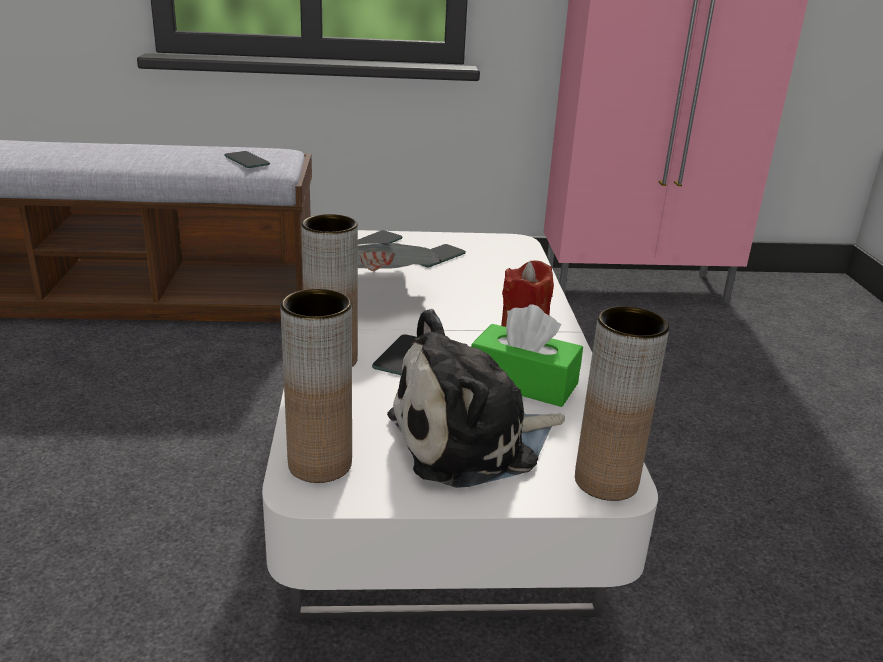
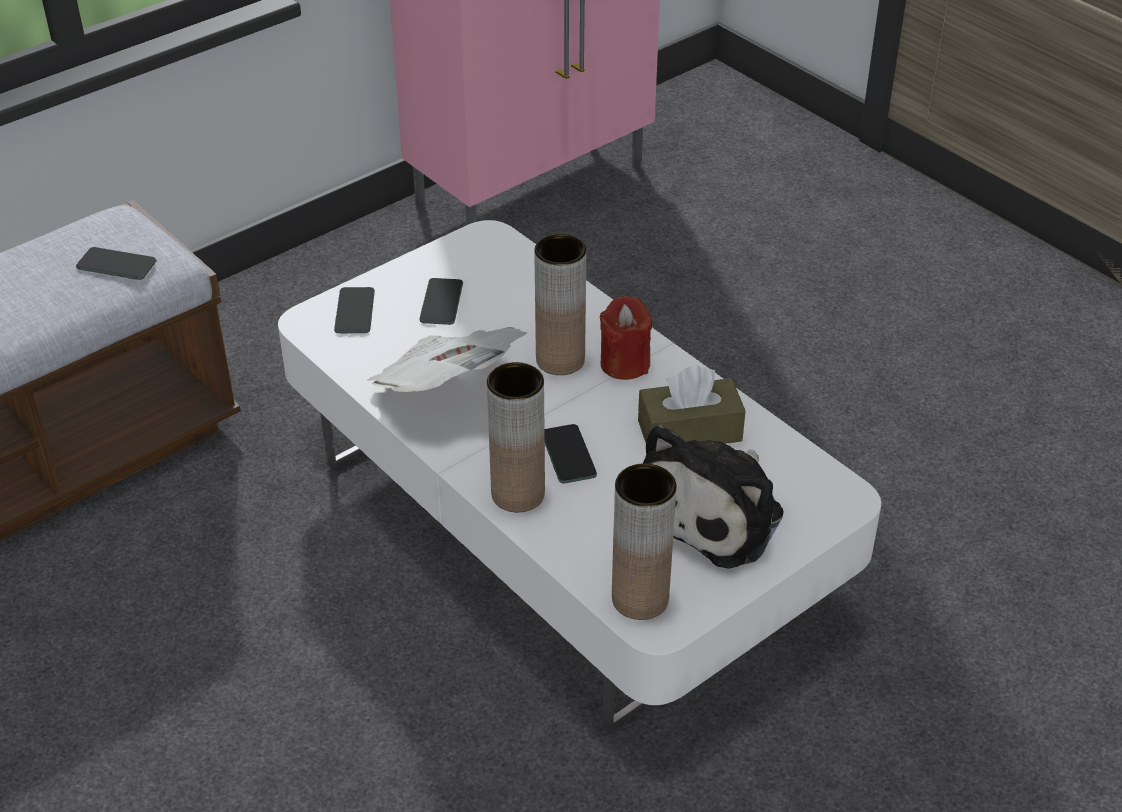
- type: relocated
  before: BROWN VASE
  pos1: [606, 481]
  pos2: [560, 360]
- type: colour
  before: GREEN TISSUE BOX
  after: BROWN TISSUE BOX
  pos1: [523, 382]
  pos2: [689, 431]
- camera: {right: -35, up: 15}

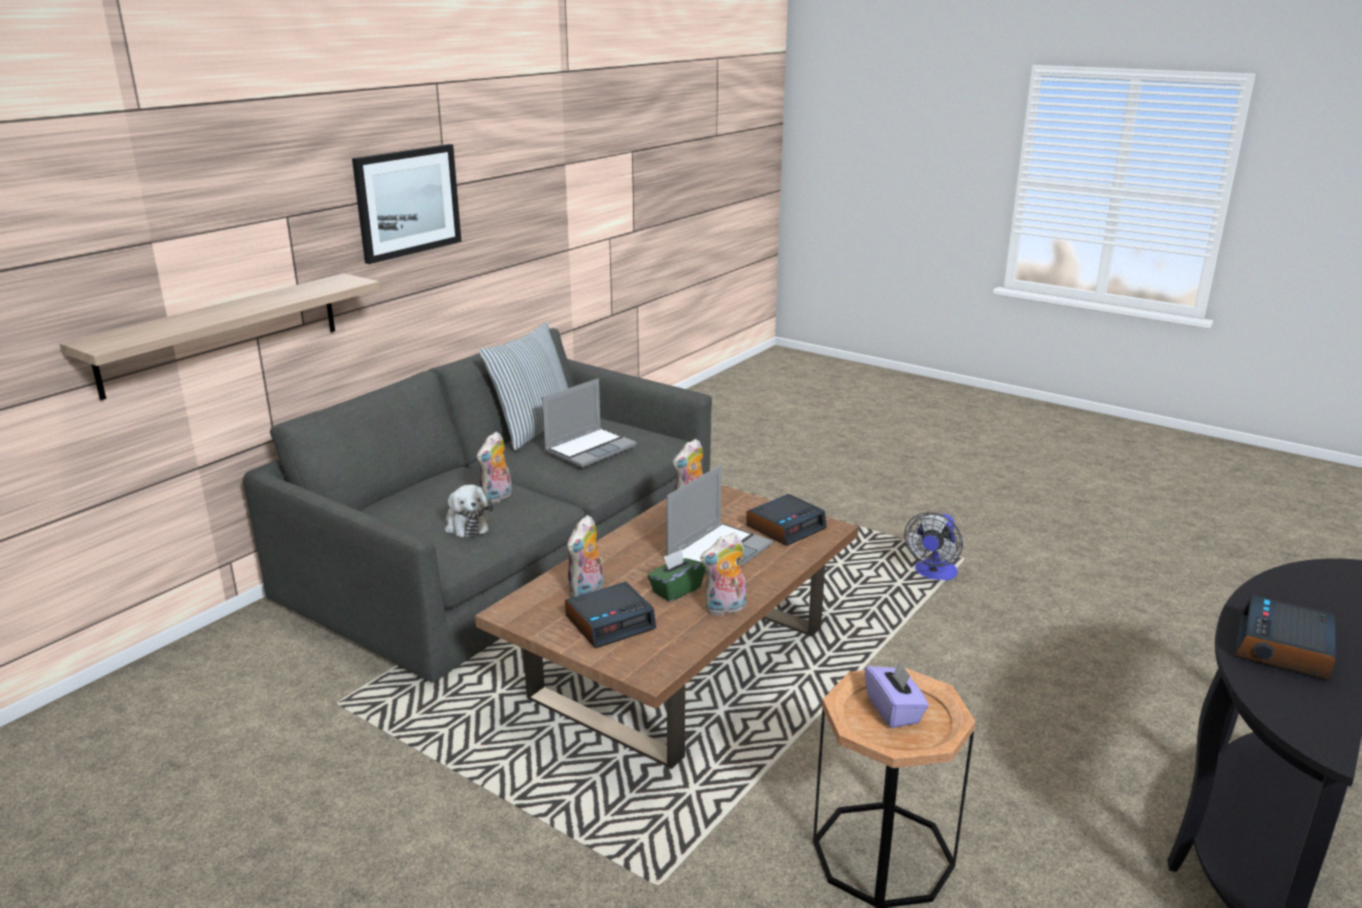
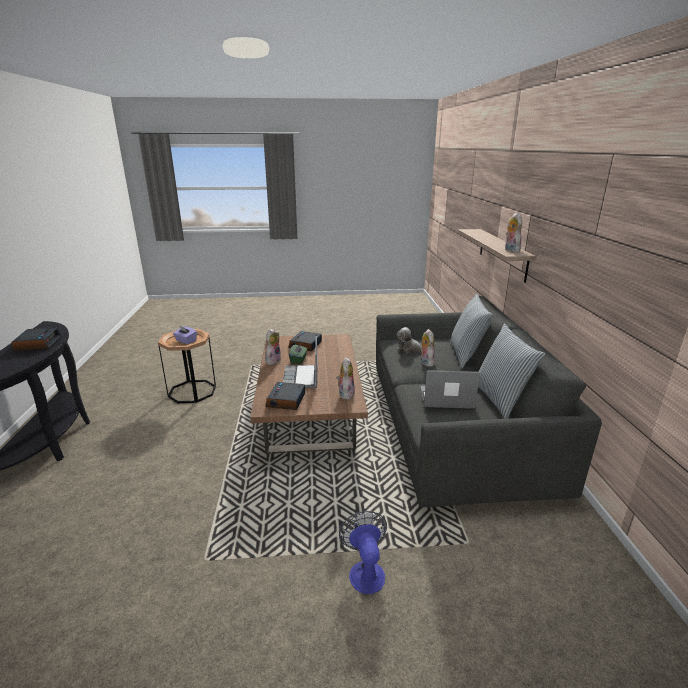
- type: relocated
  before: ELECTRIC FAN
  pos1: [933, 574]
  pos2: [365, 570]
- type: spun
  before: LAPTOP
  pos1: [590, 449]
  pos2: [446, 399]
  turn: 90
- type: appeared
  after: THROW PILLOW
  pos2: [466, 355]
- type: relocated
  before: SOFT TOY
  pos1: [587, 591]
  pos2: [510, 250]
- type: missing
  before: PICTURE
  pos1: [407, 202]
- camera: {right: 140, up: 0}

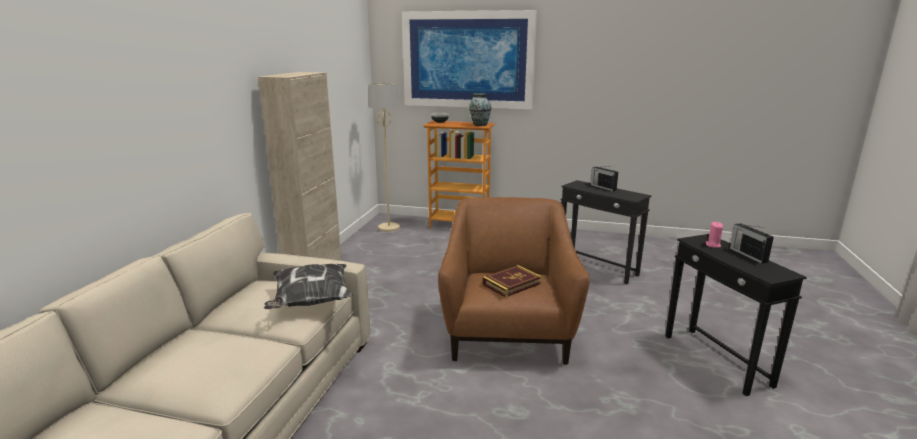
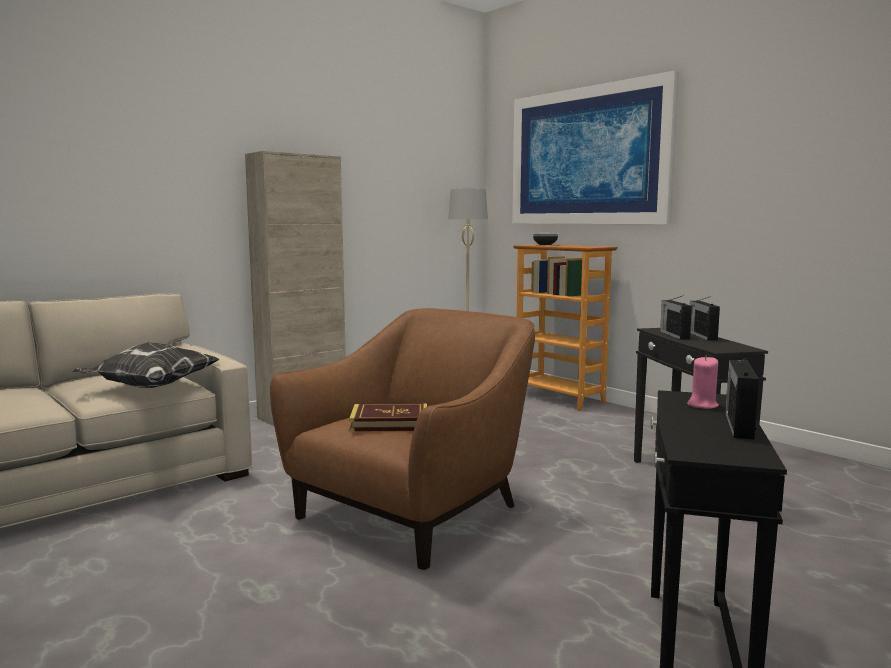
- type: appeared
  after: RADIO SET
  pos2: [674, 335]
- type: missing
  before: VASE
  pos1: [479, 125]
- camera: {right: 35, up: -10}

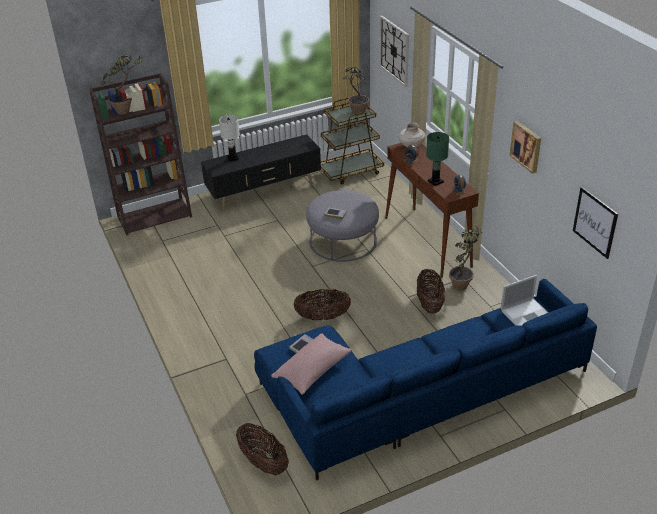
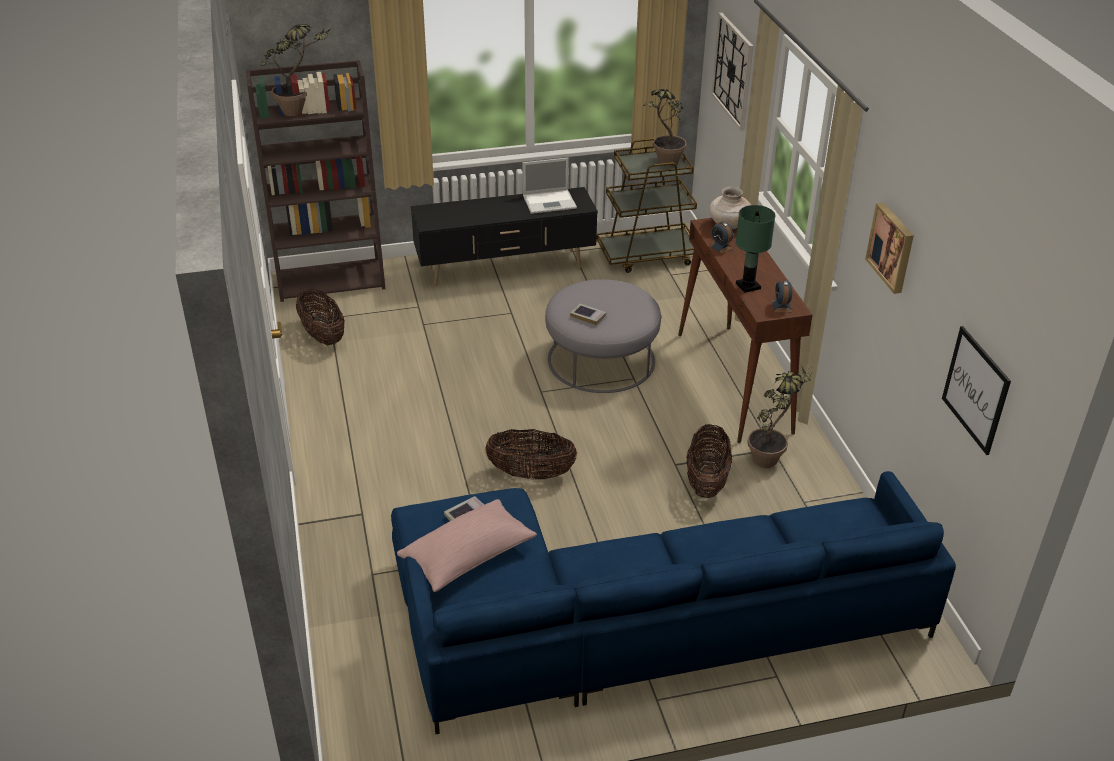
- type: relocated
  before: HOUSEHOLD BASKET
  pos1: [263, 462]
  pos2: [323, 335]
- type: relocated
  before: LAPTOP
  pos1: [526, 313]
  pos2: [550, 202]
- type: missing
  before: WHITISH TABLETOP LAMP
  pos1: [233, 158]
- camera: {right: 10, up: 0}

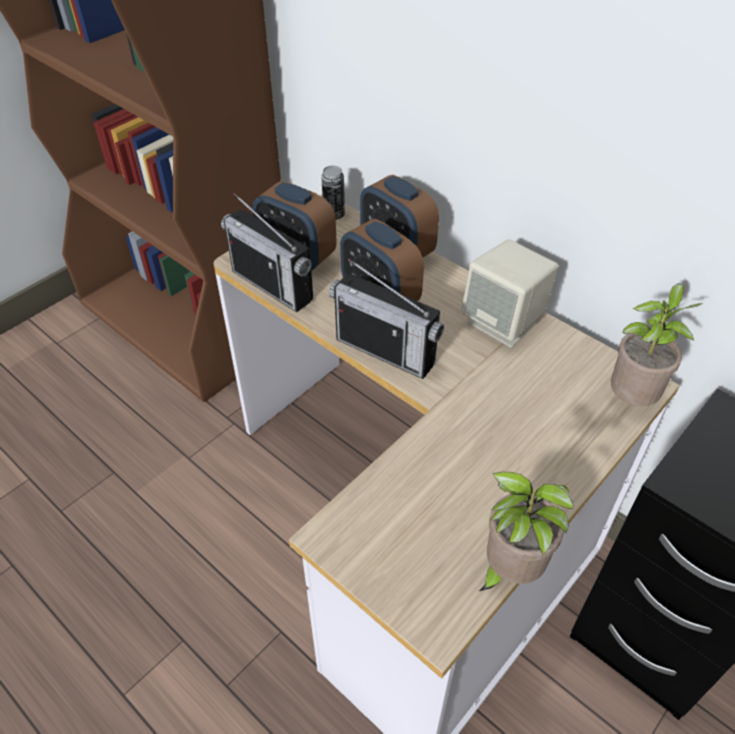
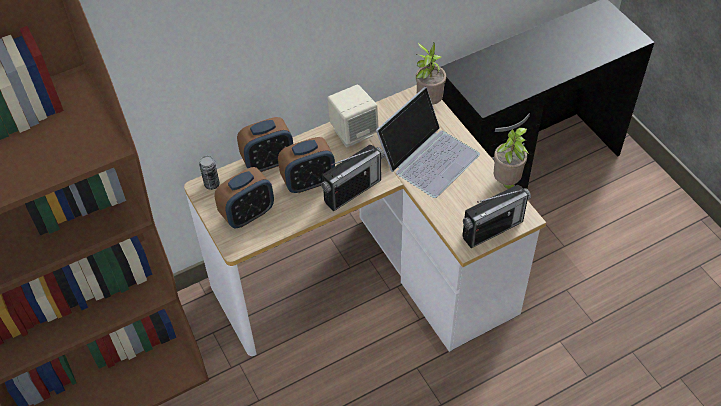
- type: appeared
  after: LAPTOP
  pos2: [428, 156]
- type: relocated
  before: RADIO SET
  pos1: [272, 285]
  pos2: [492, 229]
- camera: {right: -70, up: 5}

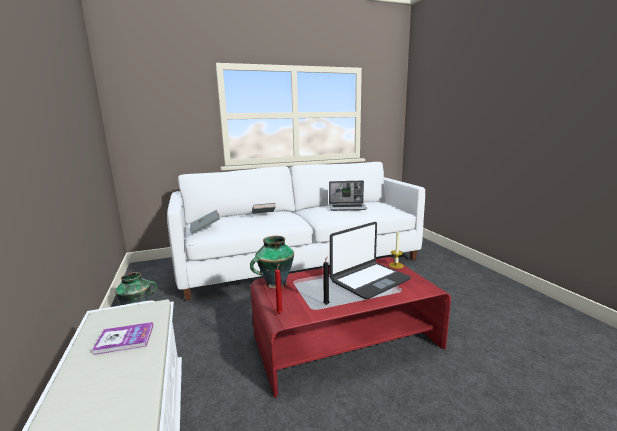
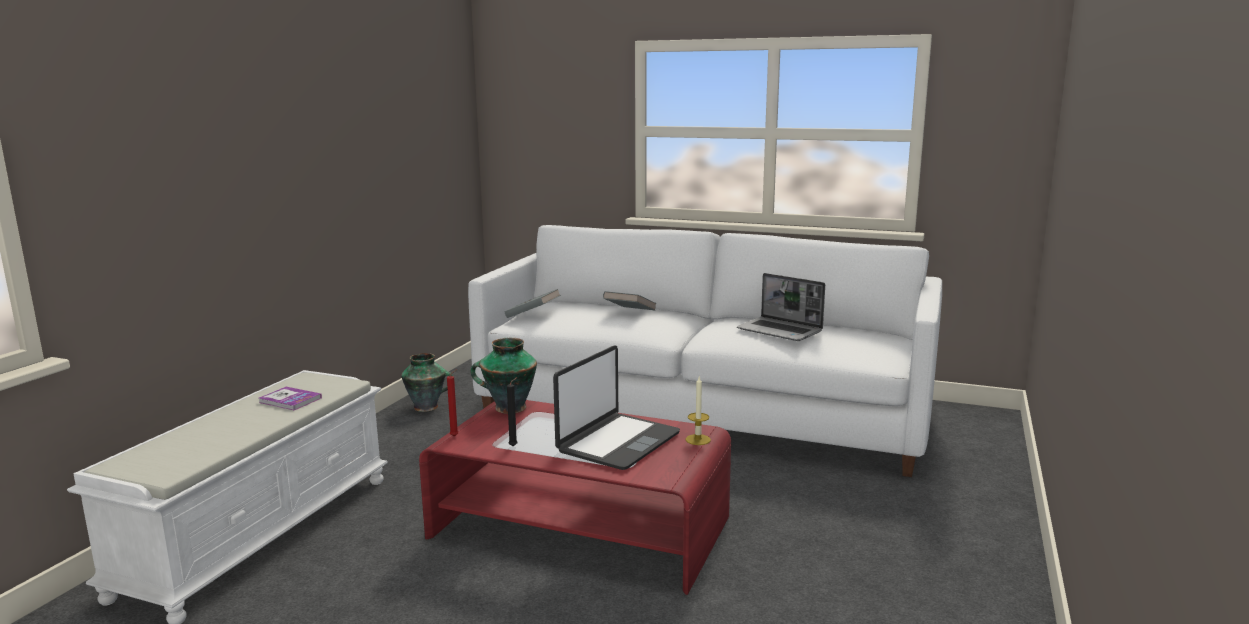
- type: spun
  before: LAPTOP
  pos1: [369, 280]
  pos2: [617, 442]
  turn: -60
- camera: {right: 40, up: 0}

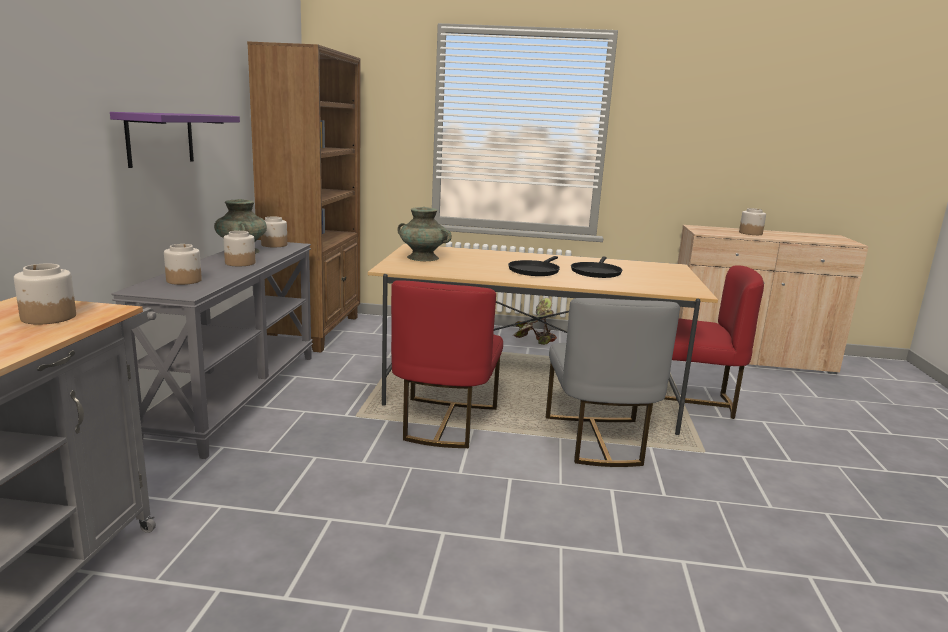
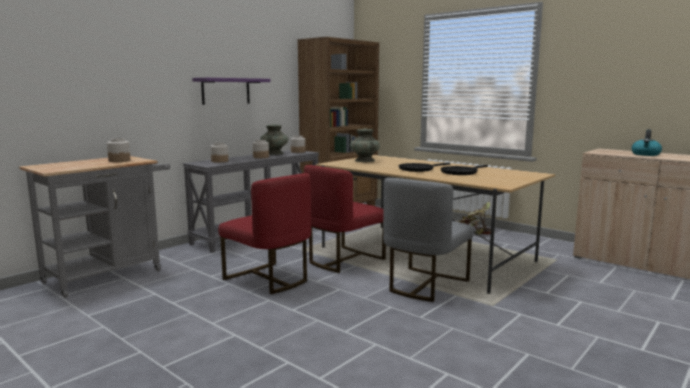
- type: relocated
  before: REDDISH CHAIR
  pos1: [686, 402]
  pos2: [268, 279]
- type: exchanged
  before: PRESERVE JAR
  after: WATER KETTLE
  pos1: [750, 233]
  pos2: [646, 154]
- camera: {right: 35, up: -5}

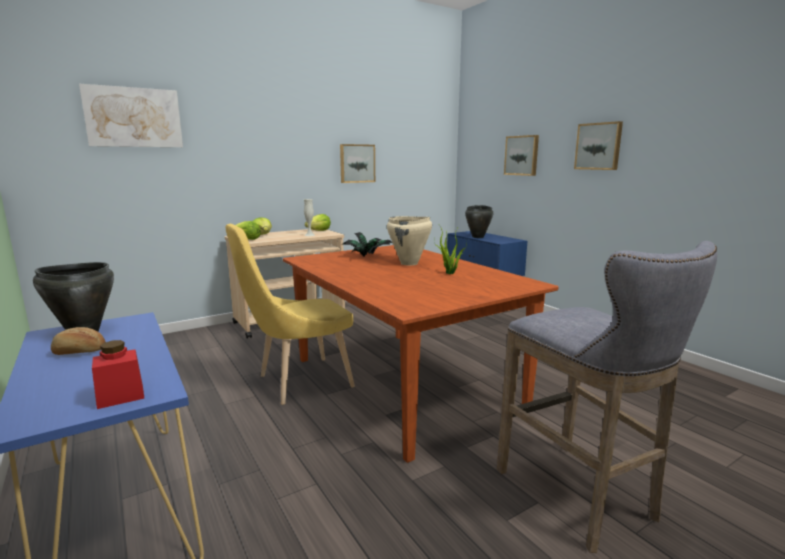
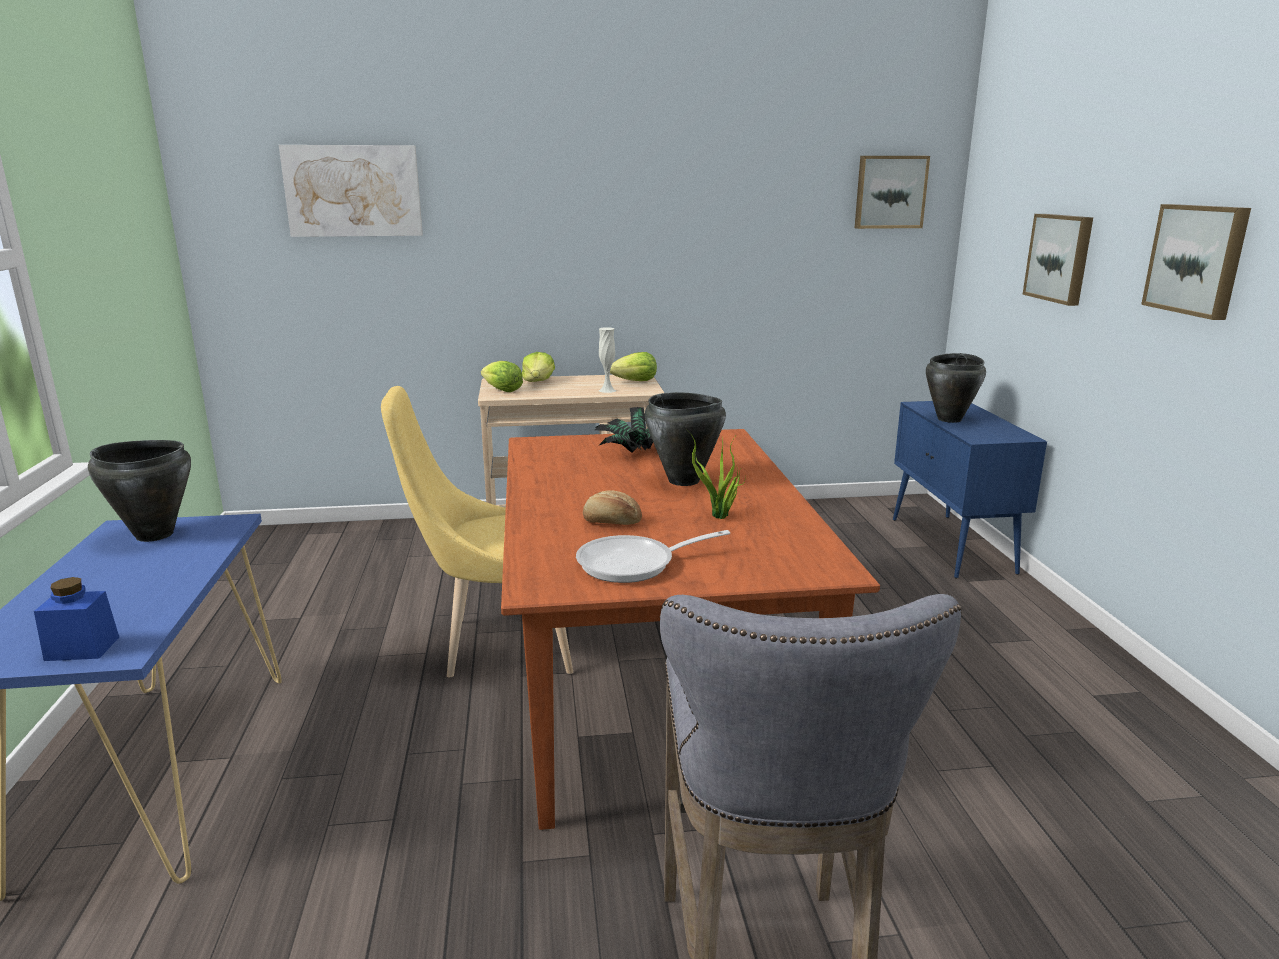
- type: colour
  before: REDDISH PRESERVE JAR
  after: BLUISH PRESERVE JAR
  pos1: [121, 396]
  pos2: [82, 648]
- type: appeared
  after: FRYING PAN
  pos2: [634, 564]
- type: relocated
  before: BREAD
  pos1: [79, 352]
  pos2: [611, 522]
- type: colour
  before: SAND-COLOURED SAUCEPOT
  after: BLACK SAUCEPOT
  pos1: [409, 263]
  pos2: [684, 481]
- type: relocated
  before: PICTURE
  pos1: [357, 163]
  pos2: [890, 192]
- camera: {right: 25, up: 5}

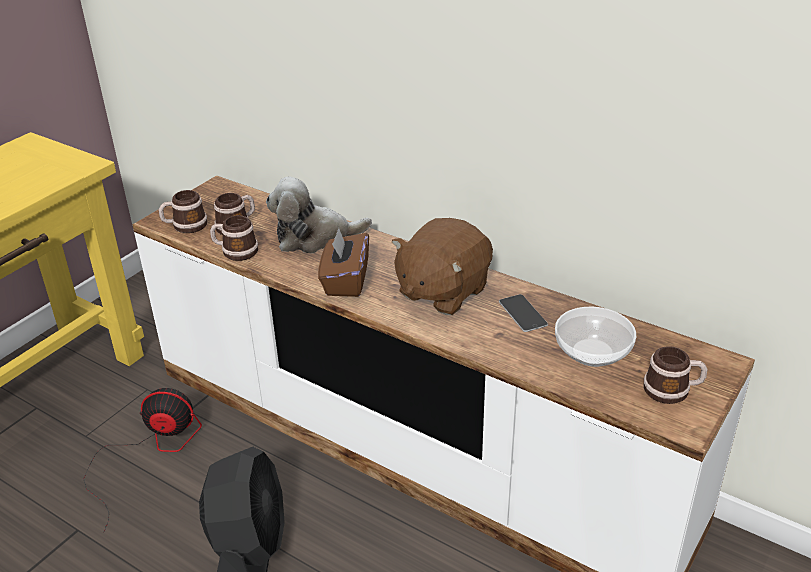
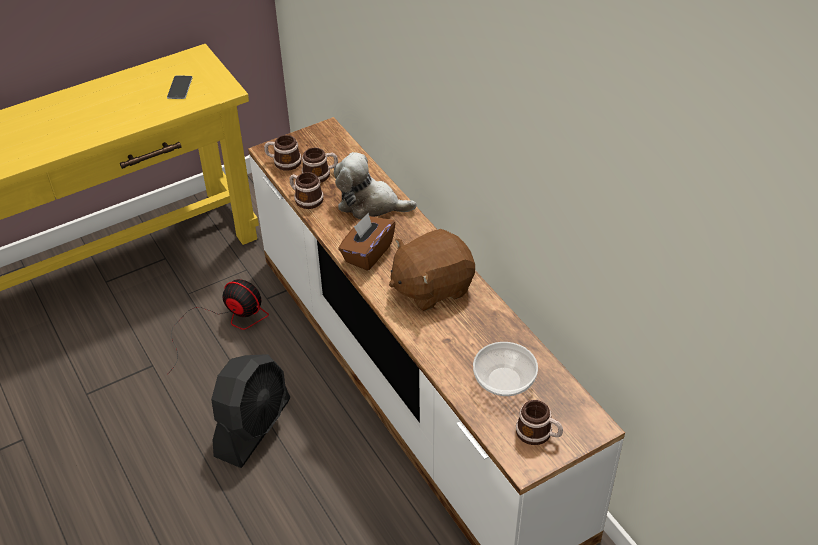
- type: relocated
  before: PHONE
  pos1: [522, 313]
  pos2: [180, 87]
- camera: {right: 25, up: 10}

